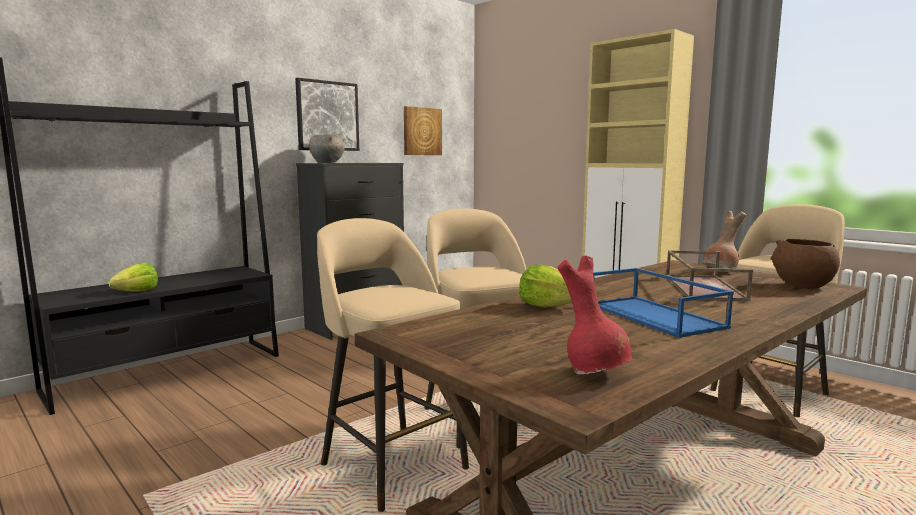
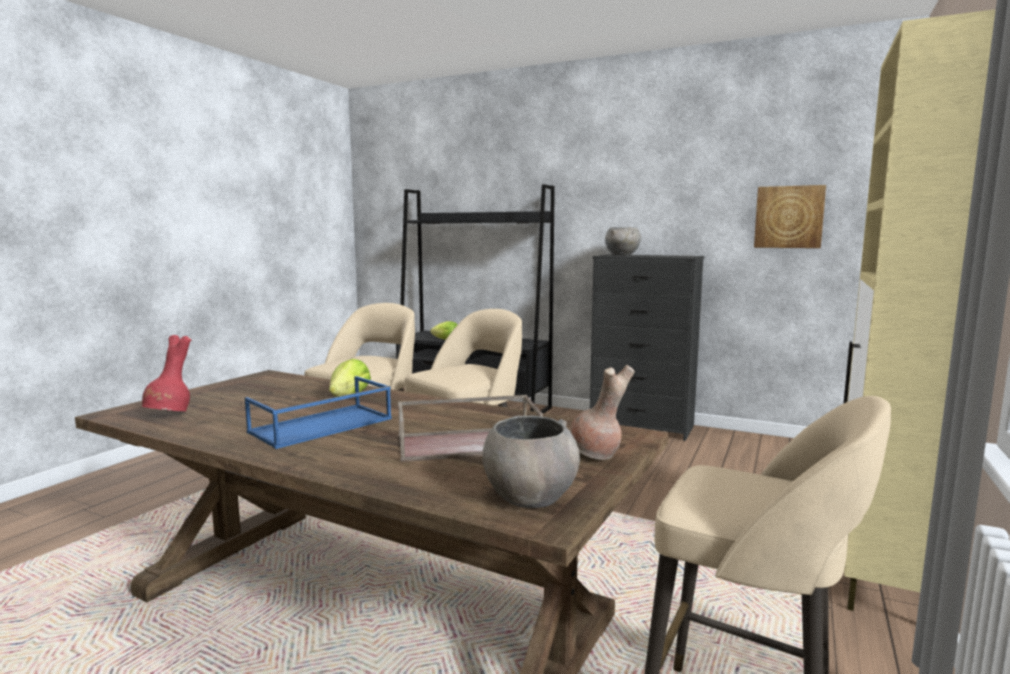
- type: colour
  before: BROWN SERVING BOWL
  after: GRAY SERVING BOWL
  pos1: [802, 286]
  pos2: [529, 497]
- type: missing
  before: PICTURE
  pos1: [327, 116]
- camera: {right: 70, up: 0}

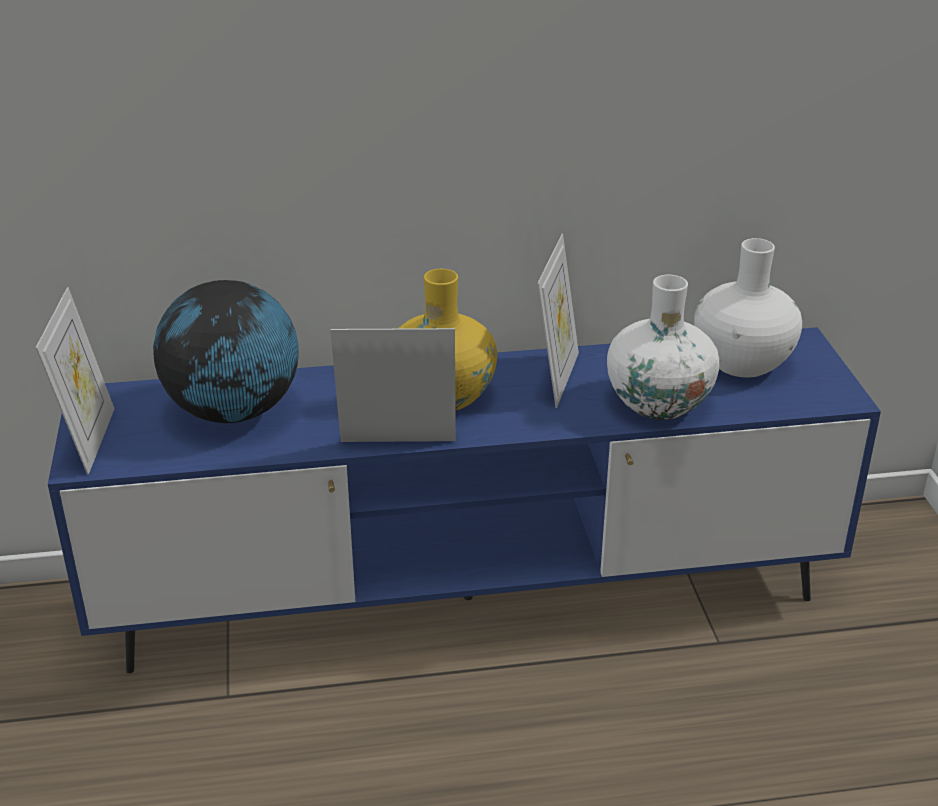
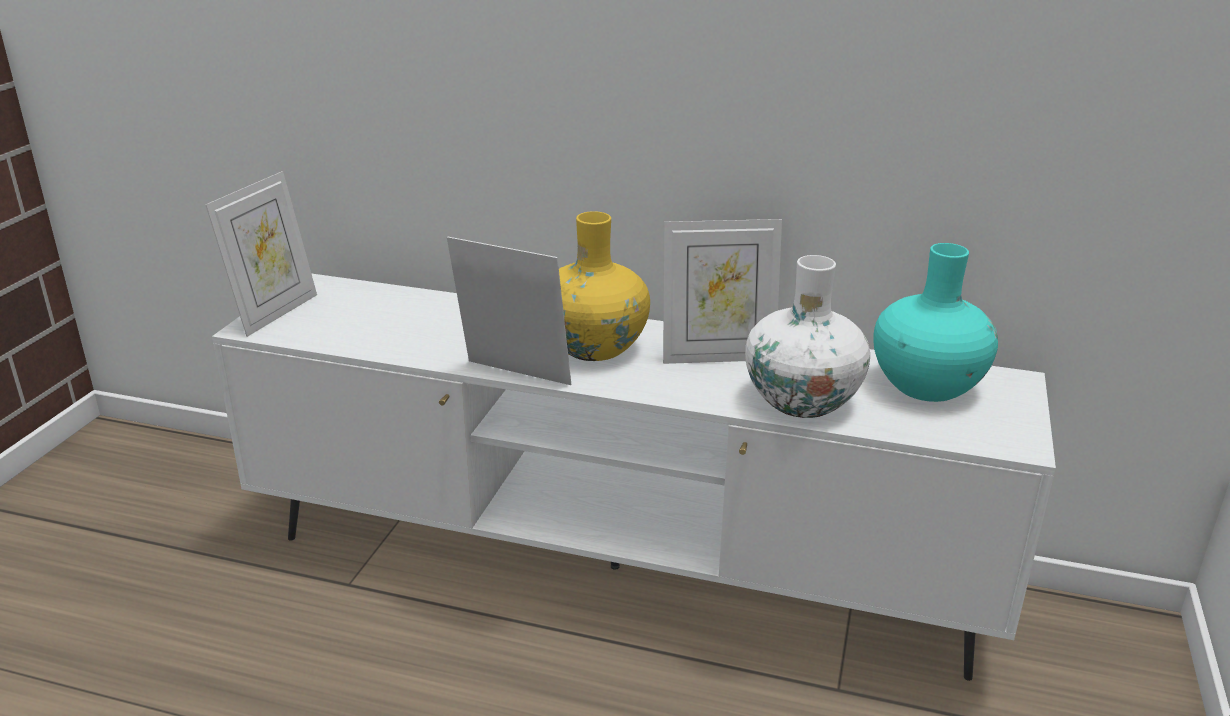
- type: colour
  before: BLUISH TV UNIT
  after: WHITISH TV UNIT
  pos1: [468, 598]
  pos2: [614, 567]
- type: spun
  before: PHOTO FRAME
  pos1: [556, 378]
  pos2: [717, 356]
  turn: 45
- type: colour
  before: WHITISH VASE
  after: TURQUOISE-COLOURED VASE
  pos1: [741, 362]
  pos2: [926, 385]
- type: missing
  before: WORLD GLOBE
  pos1: [234, 412]
- camera: {right: 25, up: -5}

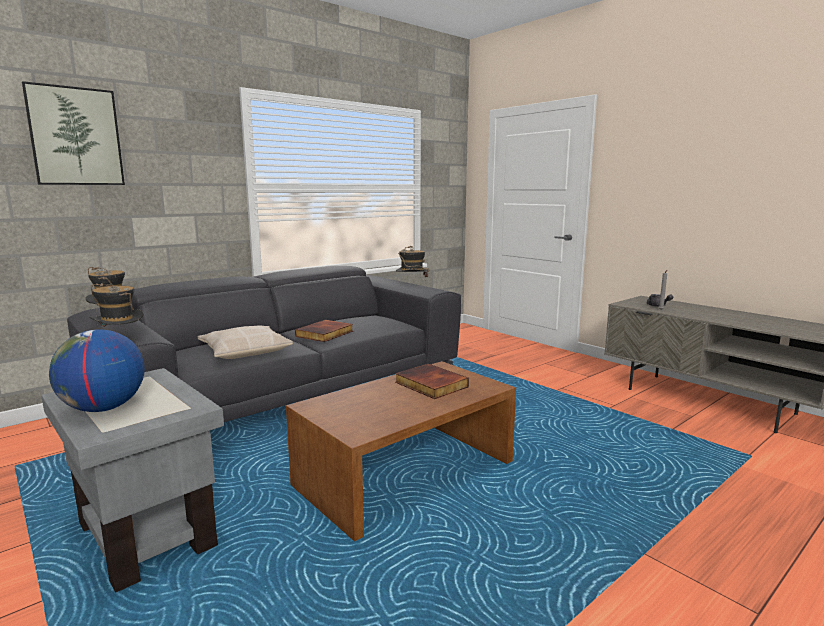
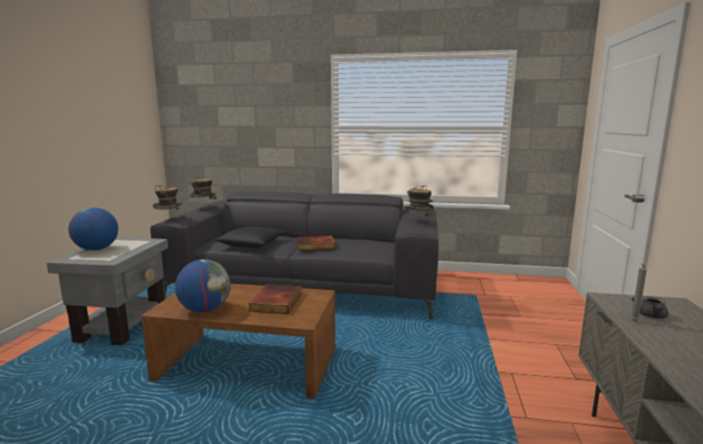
- type: appeared
  after: WORLD GLOBE
  pos2: [205, 310]
- type: colour
  before: SAND-COLOURED THROW PILLOW
  after: BLACK THROW PILLOW
  pos1: [245, 351]
  pos2: [253, 243]
- type: missing
  before: PICTURE
  pos1: [75, 136]
- camera: {right: 50, up: 0}

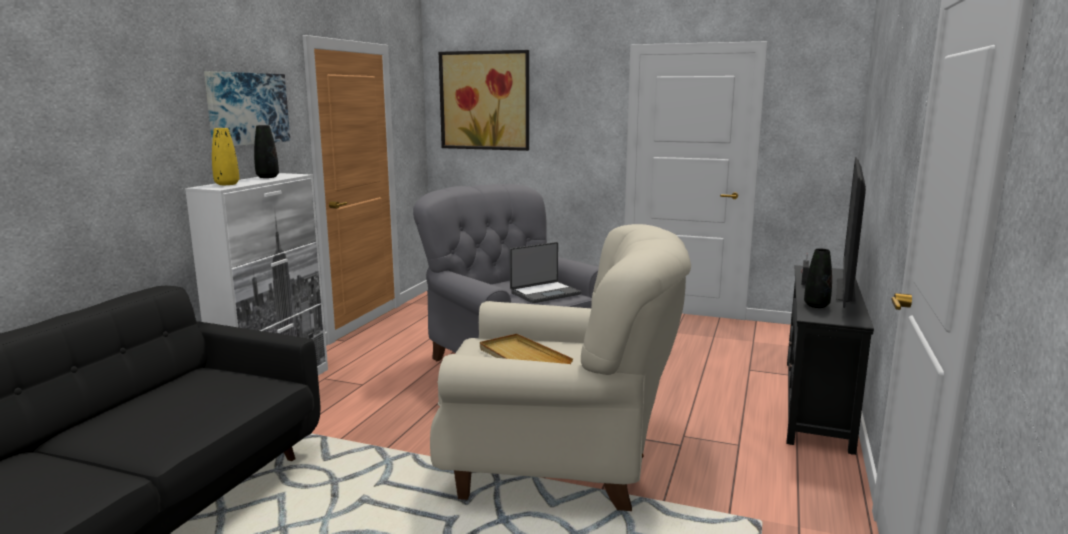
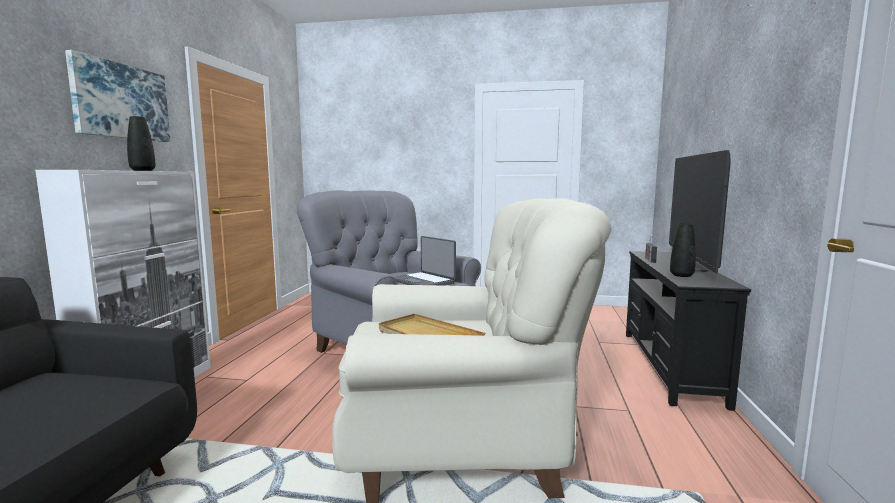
- type: spun
  before: LAPTOP
  pos1: [544, 293]
  pos2: [424, 281]
  turn: 90
- type: missing
  before: YELLOW VASE
  pos1: [227, 184]
- type: missing
  before: PICTURE
  pos1: [484, 100]
- camera: {right: -10, up: -5}

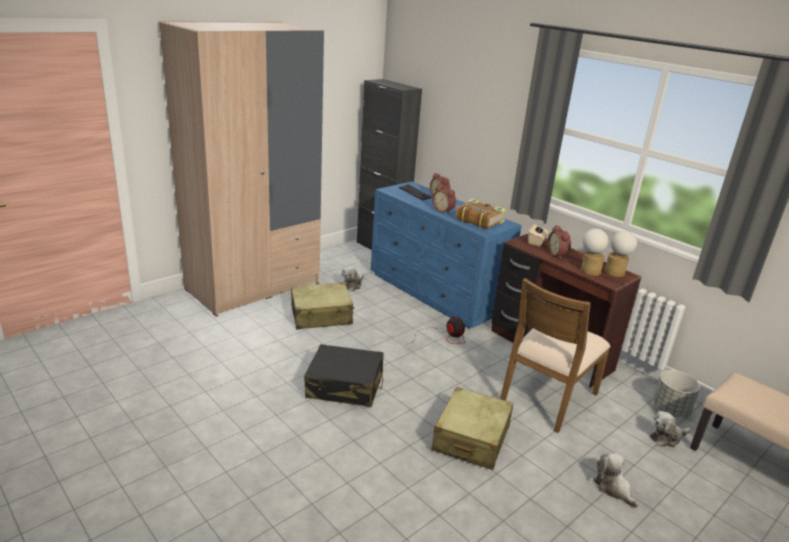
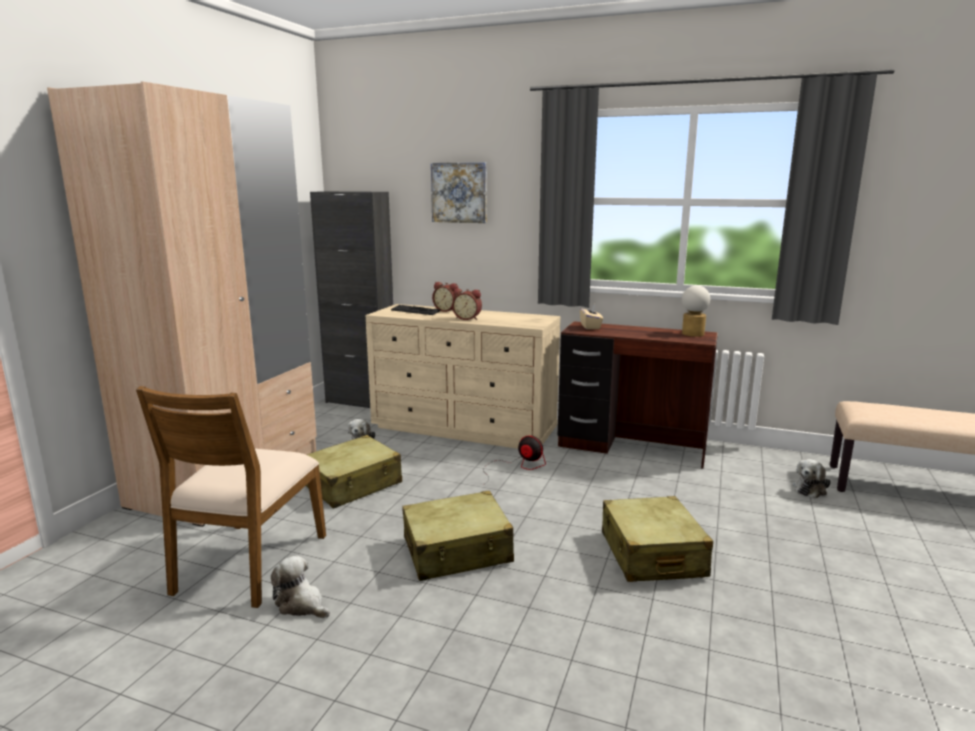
- type: relocated
  before: BROWN CHAIR
  pos1: [547, 397]
  pos2: [249, 563]
- type: relocated
  before: SOFT TOY
  pos1: [613, 488]
  pos2: [301, 605]
- type: colour
  before: BLUISH CHEST OF DRAWERS
  after: SAND-COLOURED CHEST OF DRAWERS
  pos1: [435, 293]
  pos2: [465, 428]
- type: colour
  before: BLACK TRAVEL CASE
  after: SAND-COLOURED TRAVEL CASE
  pos1: [345, 386]
  pos2: [457, 551]
- type: appeared
  after: PICTURE
  pos2: [459, 192]
- type: missing
  before: BOUND BOOK
  pos1: [479, 220]
- type: missing
  before: TABLE CLOCK
  pos1: [558, 254]
- type: missing
  before: TABLETOP LAMP
  pos1: [589, 270]
- type: missing
  before: GRAY FLOWER POT
  pos1: [670, 409]
- camera: {right: -25, up: -10}

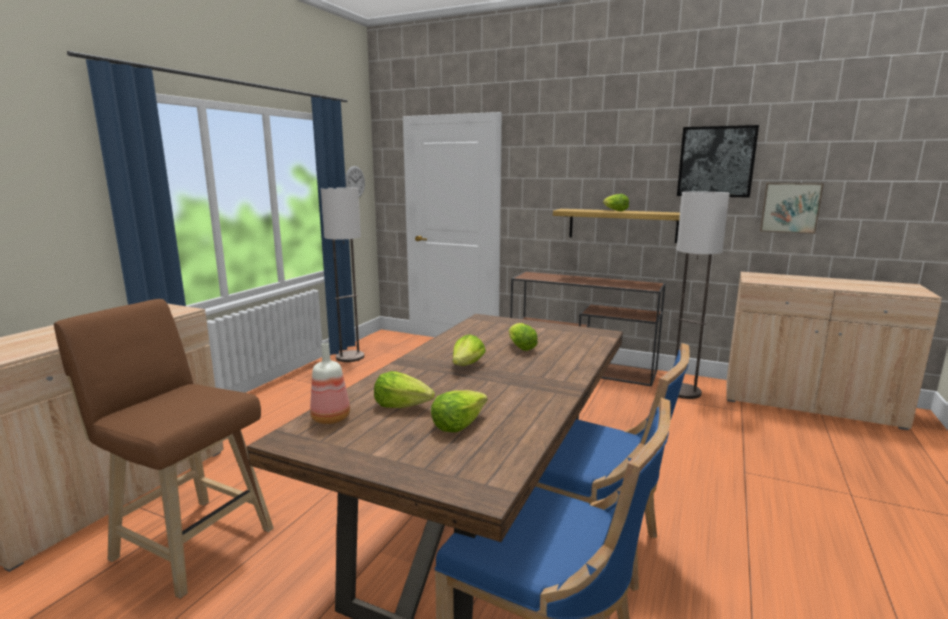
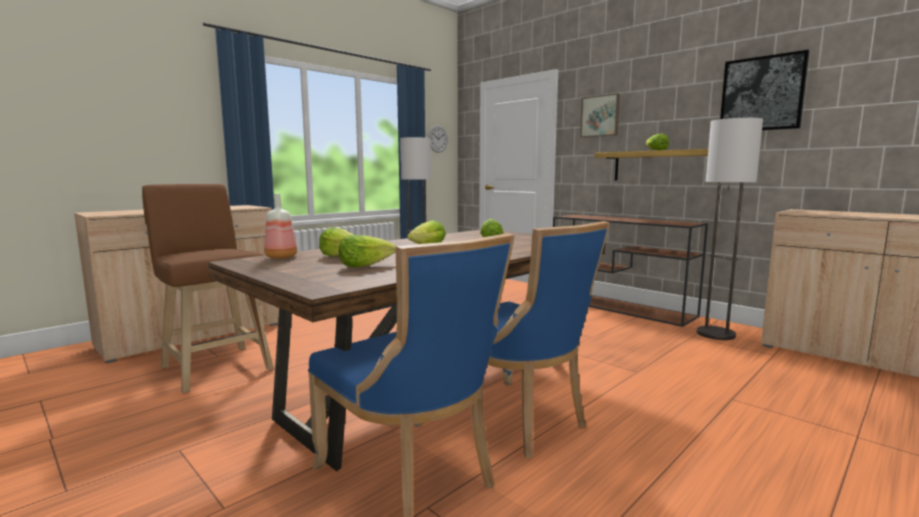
- type: relocated
  before: PICTURE
  pos1: [790, 207]
  pos2: [600, 116]
- camera: {right: 20, up: -5}

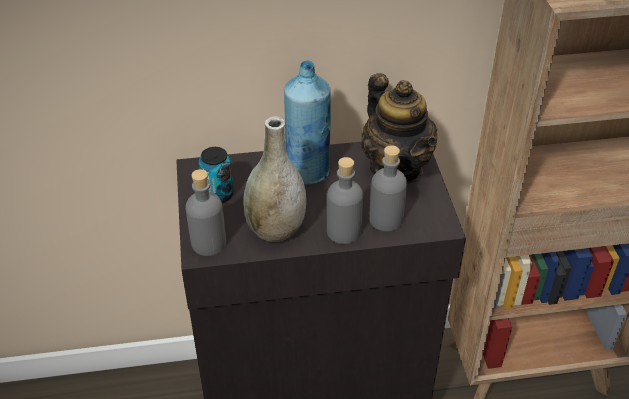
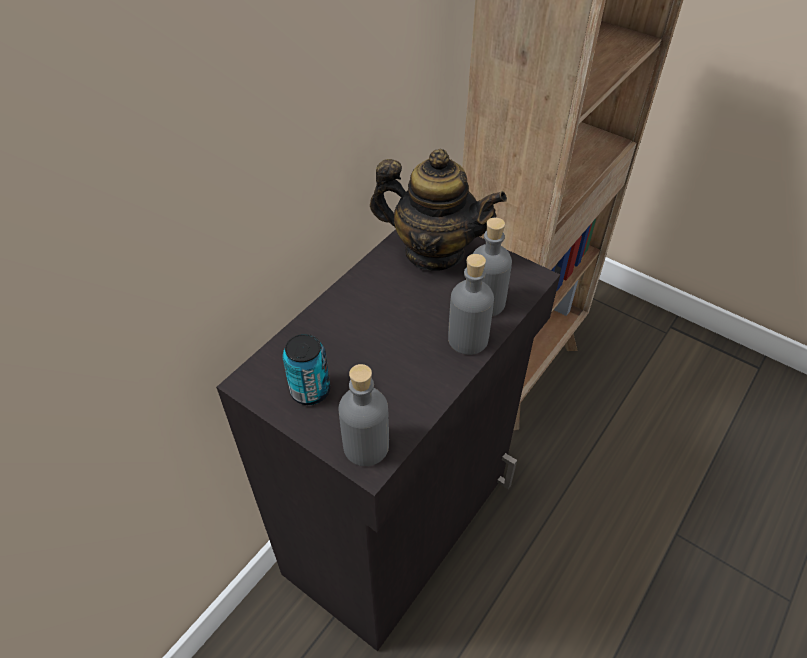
- type: missing
  before: GRAY VASE
  pos1: [276, 229]
- type: missing
  before: BLUISH BOTTLE
  pos1: [308, 171]
- camera: {right: -45, up: 5}

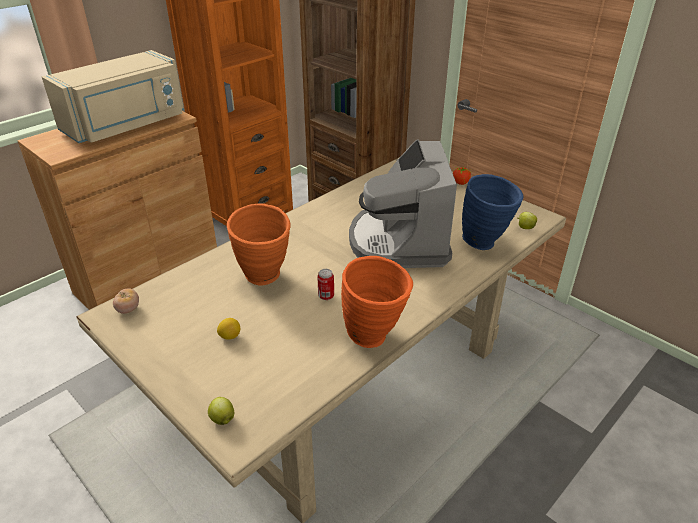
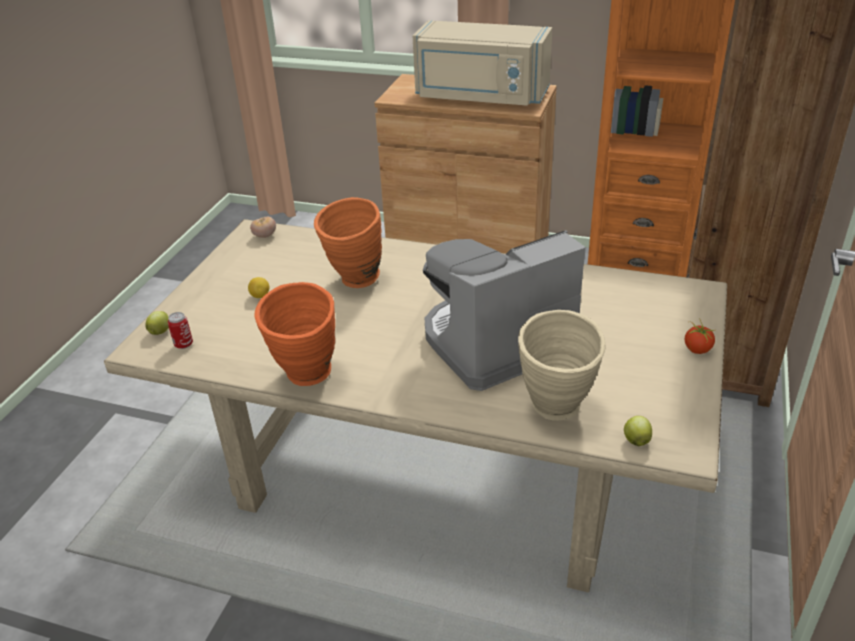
- type: relocated
  before: SEALED CAN
  pos1: [326, 296]
  pos2: [183, 344]
- type: colour
  before: BLUISH VASE
  after: SAND-COLOURED VASE
  pos1: [486, 244]
  pos2: [557, 412]
- camera: {right: 65, up: 0}

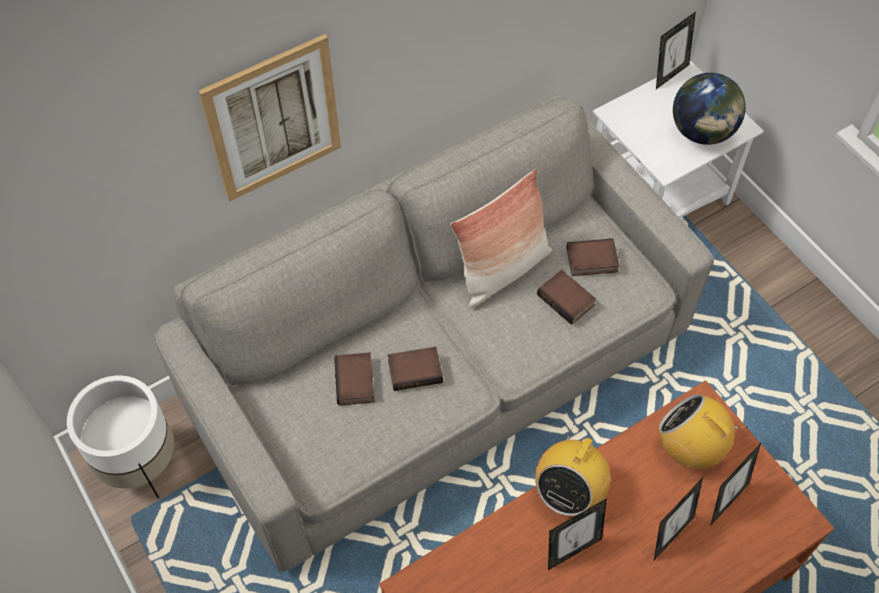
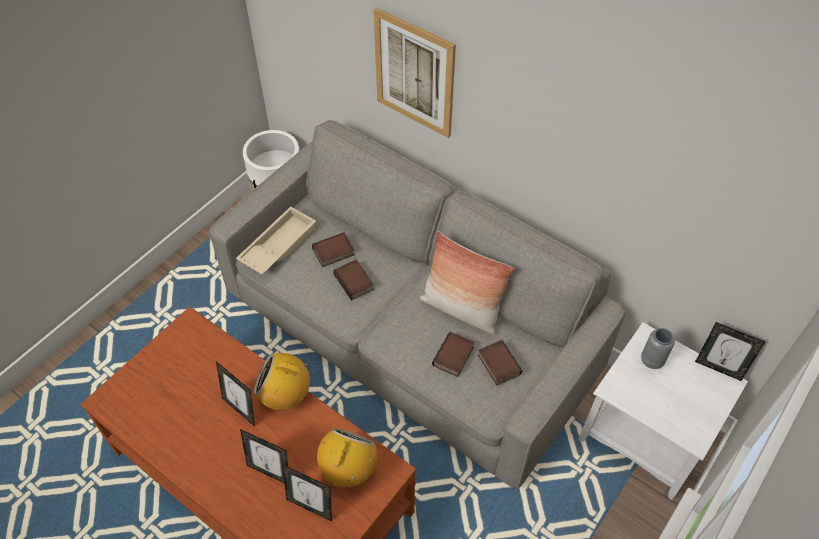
- type: appeared
  after: SAND-COLOURED CARRYING TRAY
  pos2: [277, 245]
- type: appeared
  after: GRAY VASE
  pos2: [651, 361]
- type: missing
  before: WORLD GLOBE
  pos1: [702, 132]
- camera: {right: 70, up: -5}

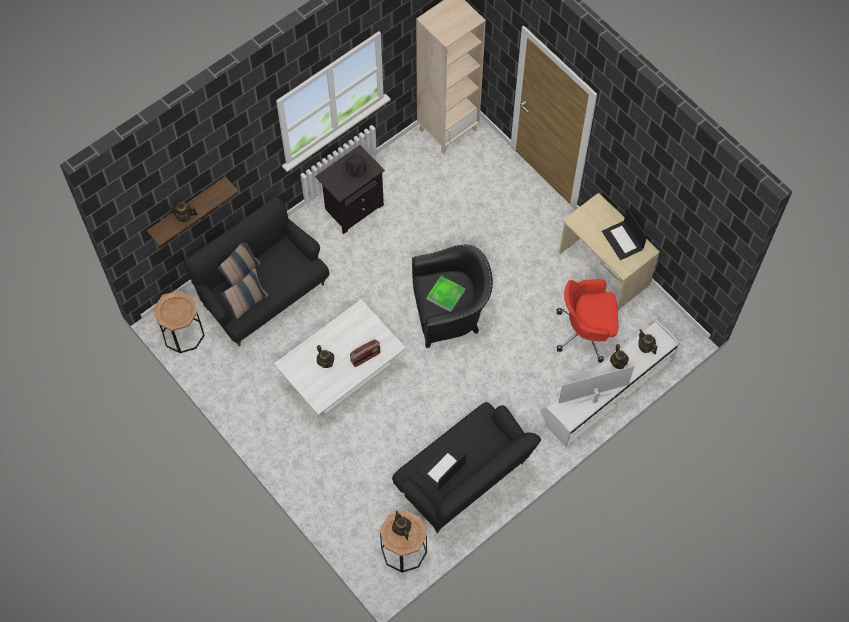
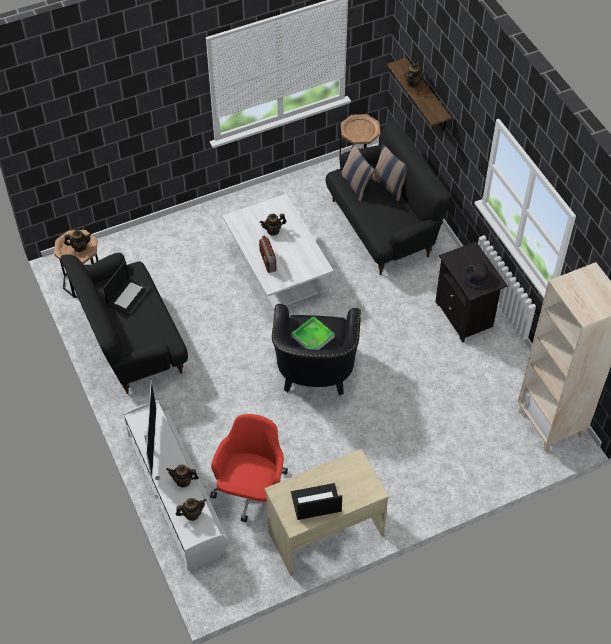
- type: spun
  before: LAPTOP
  pos1: [442, 468]
  pos2: [129, 296]
  turn: 60
- camera: {right: 105, up: -10}

